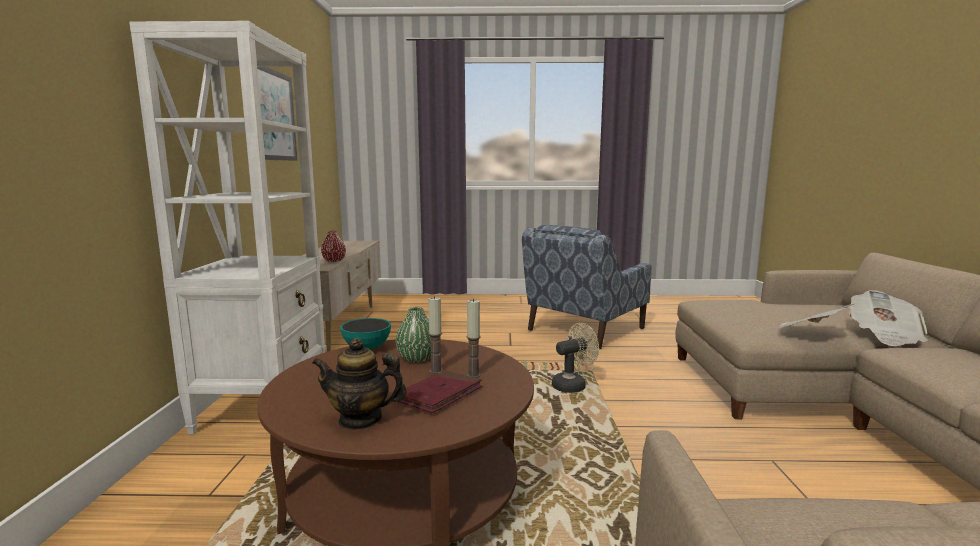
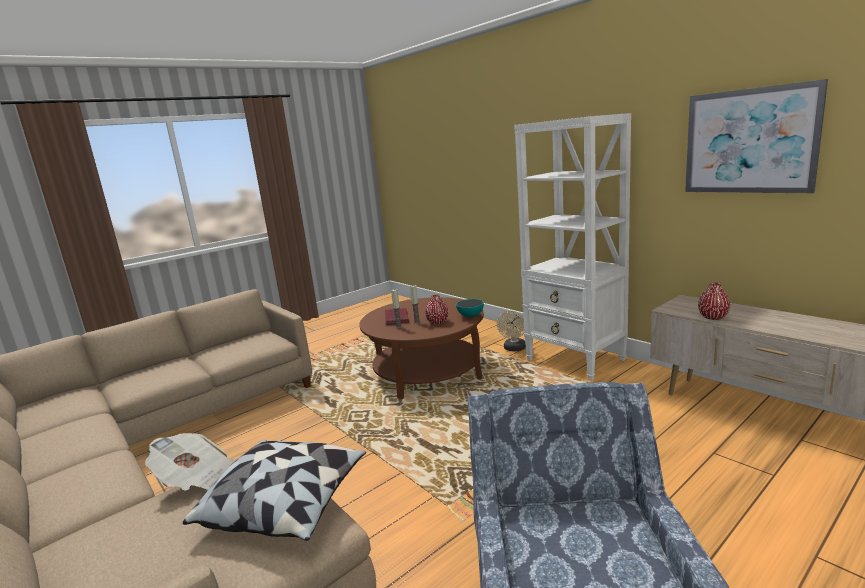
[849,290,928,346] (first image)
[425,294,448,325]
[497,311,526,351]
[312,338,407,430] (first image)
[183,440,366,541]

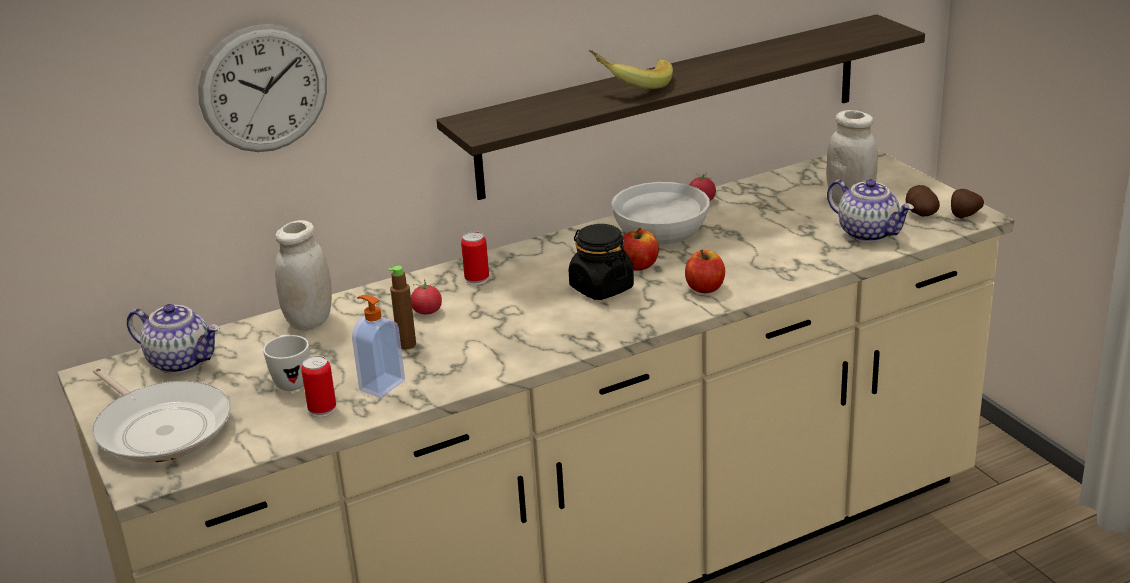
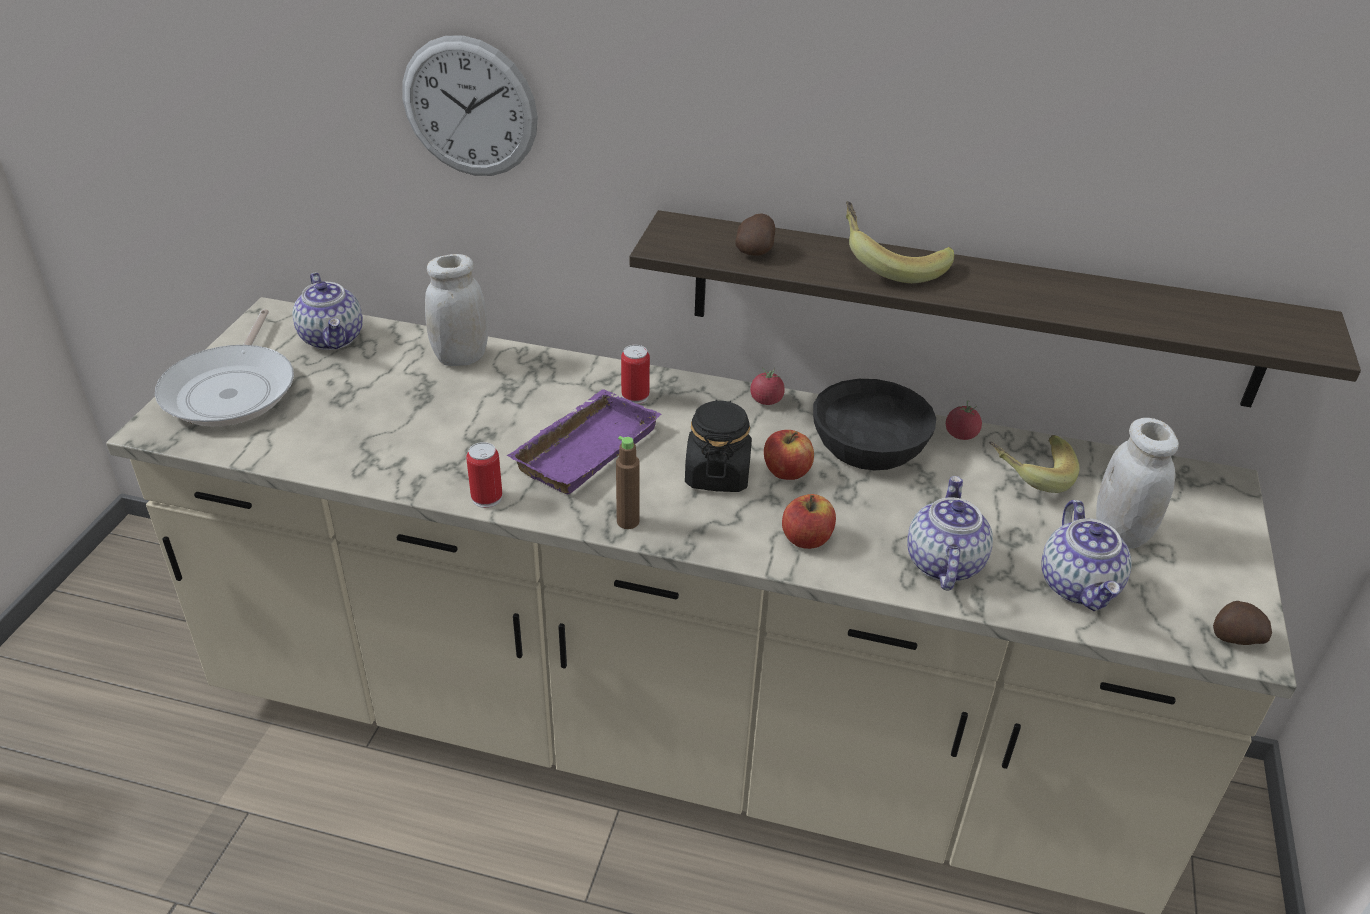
[813,379,936,470]
[735,213,775,256]
[616,436,640,529]
[750,367,785,405]
[352,295,405,398] (first image)
[263,335,310,391] (first image)
[466,442,502,508]
[506,389,661,495]
[989,435,1079,493]
[907,476,993,590]

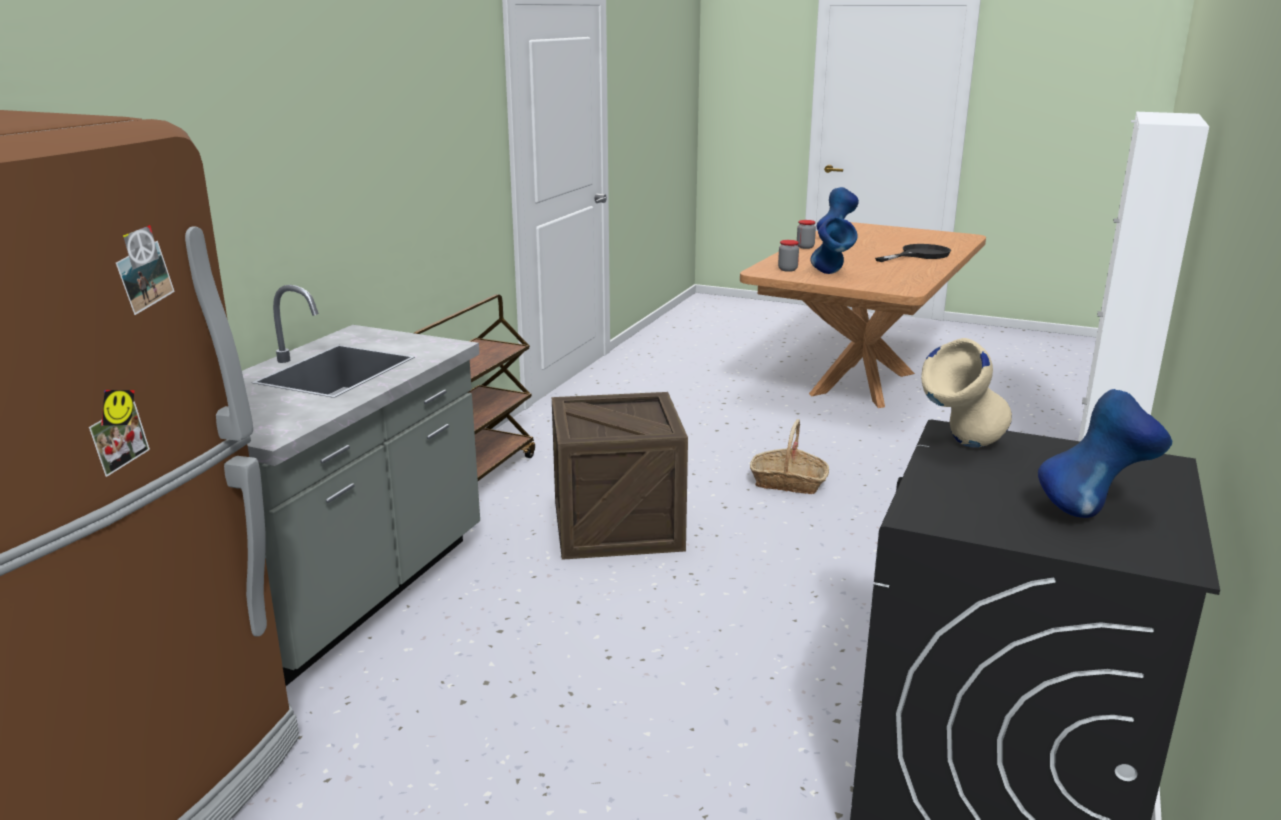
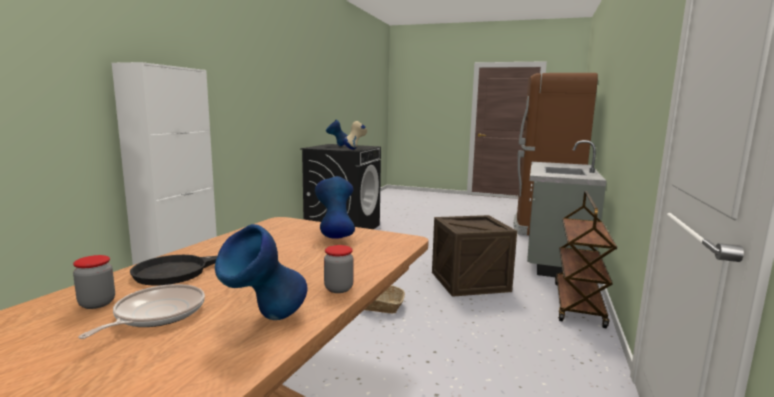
[73,255,115,309]
[78,284,205,339]

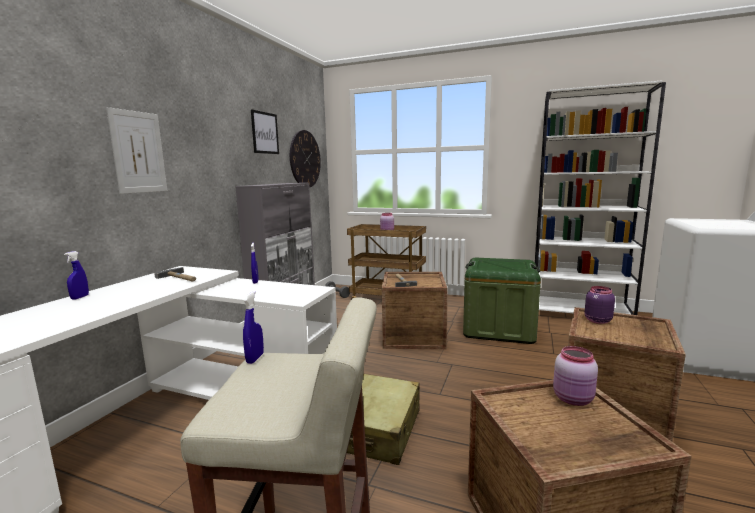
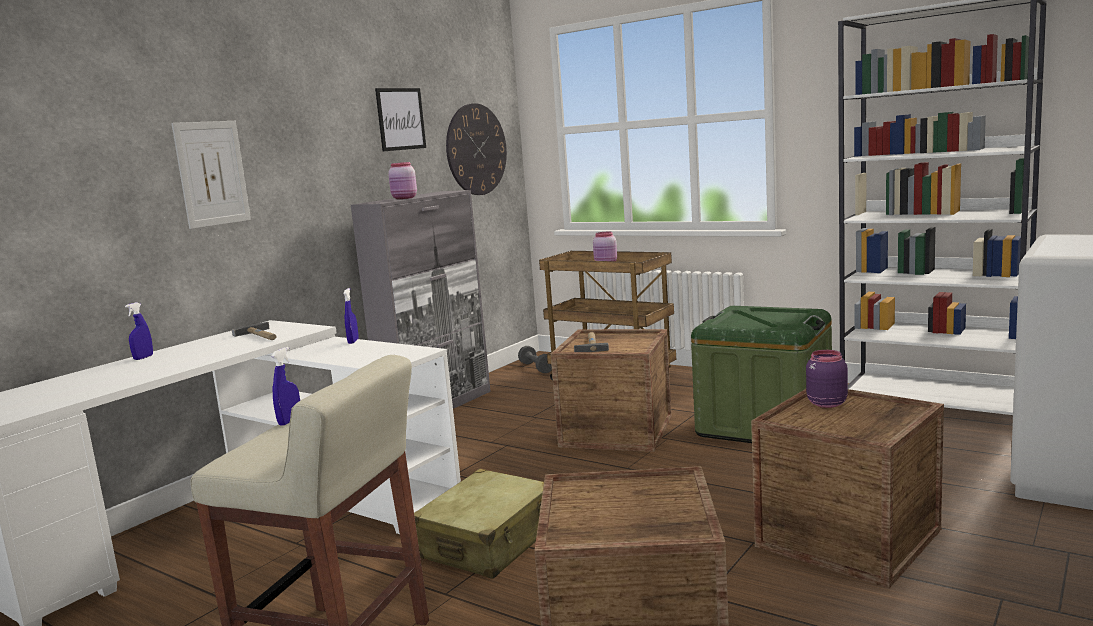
[388,162,417,199]

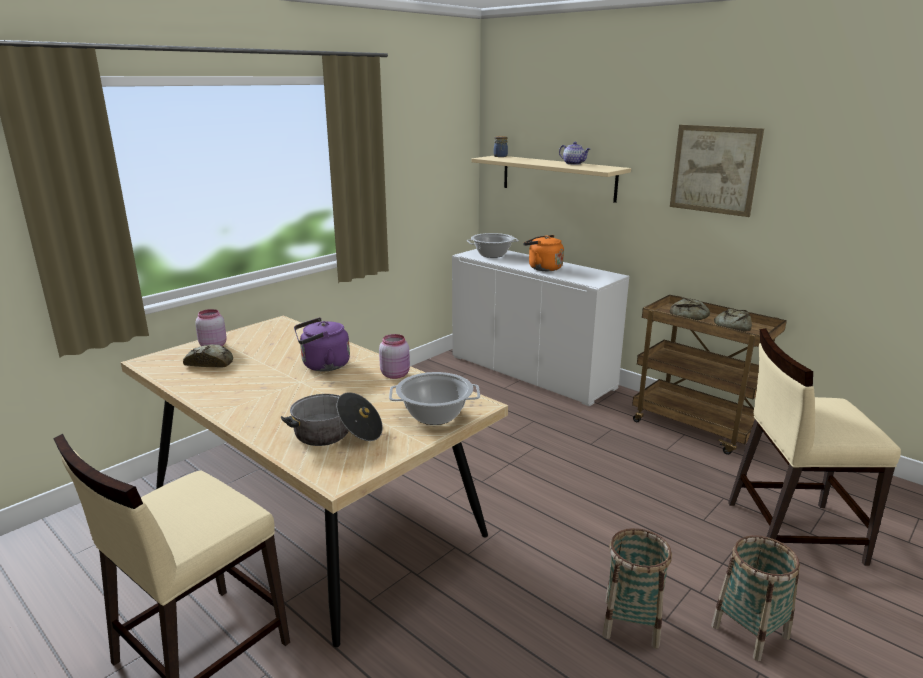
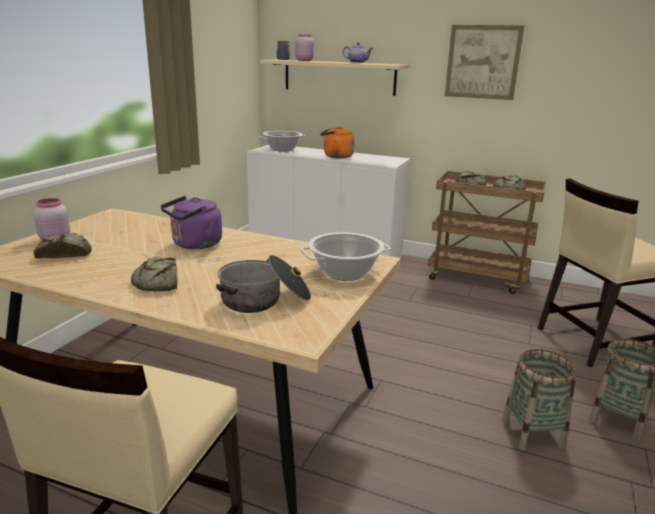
[295,34,314,61]
[131,257,177,292]

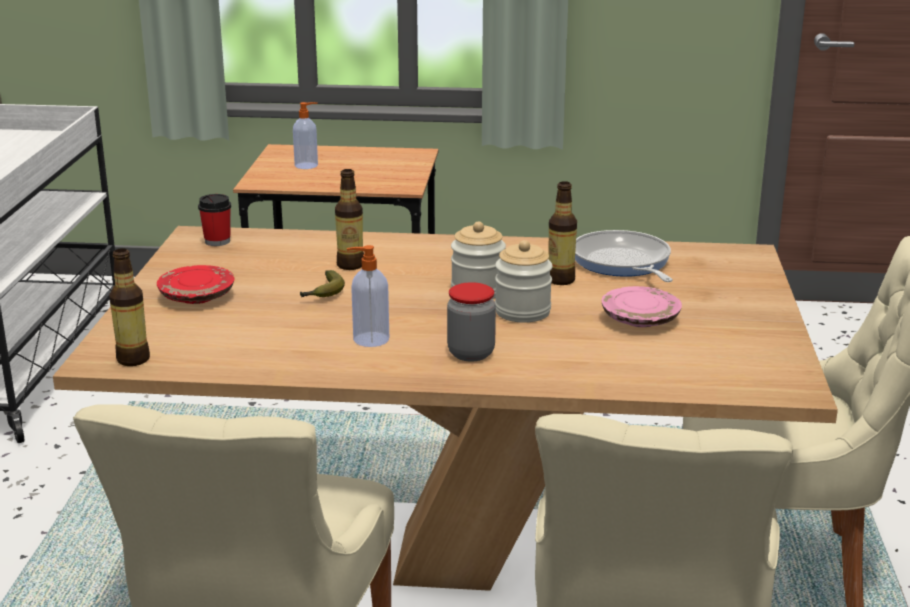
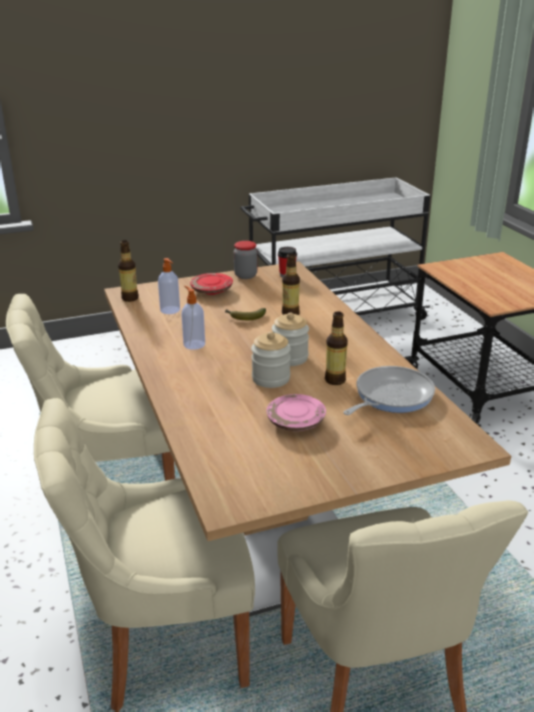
[158,258,180,314]
[234,241,257,279]

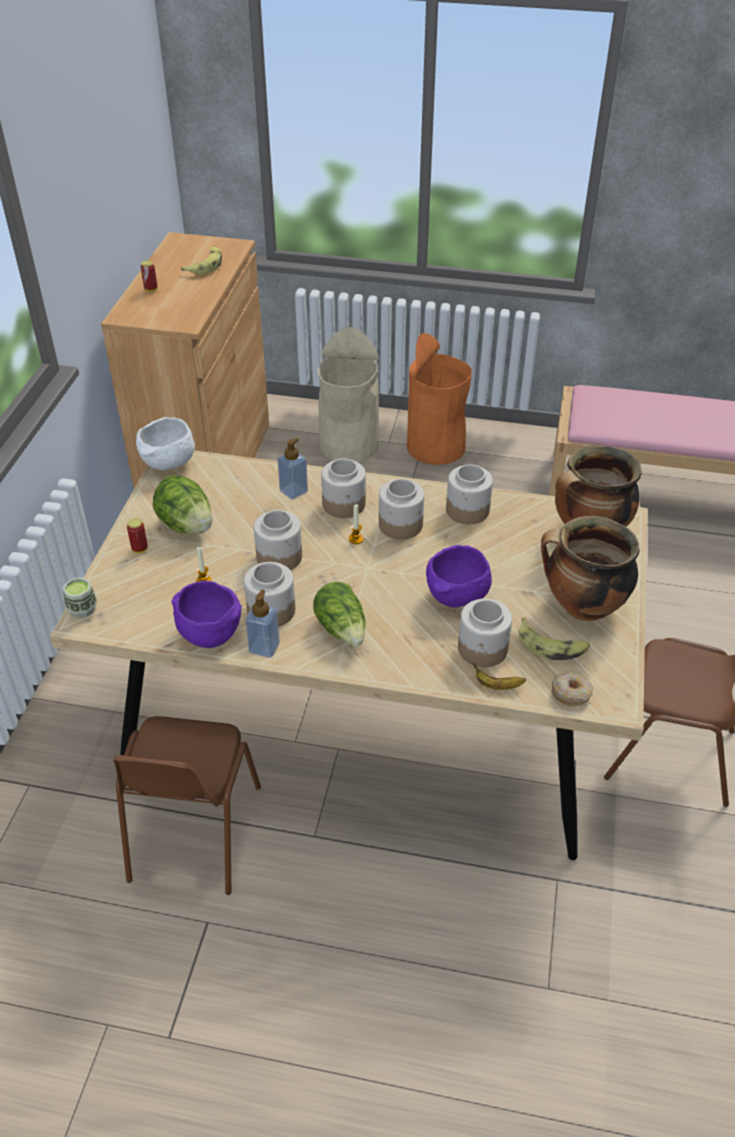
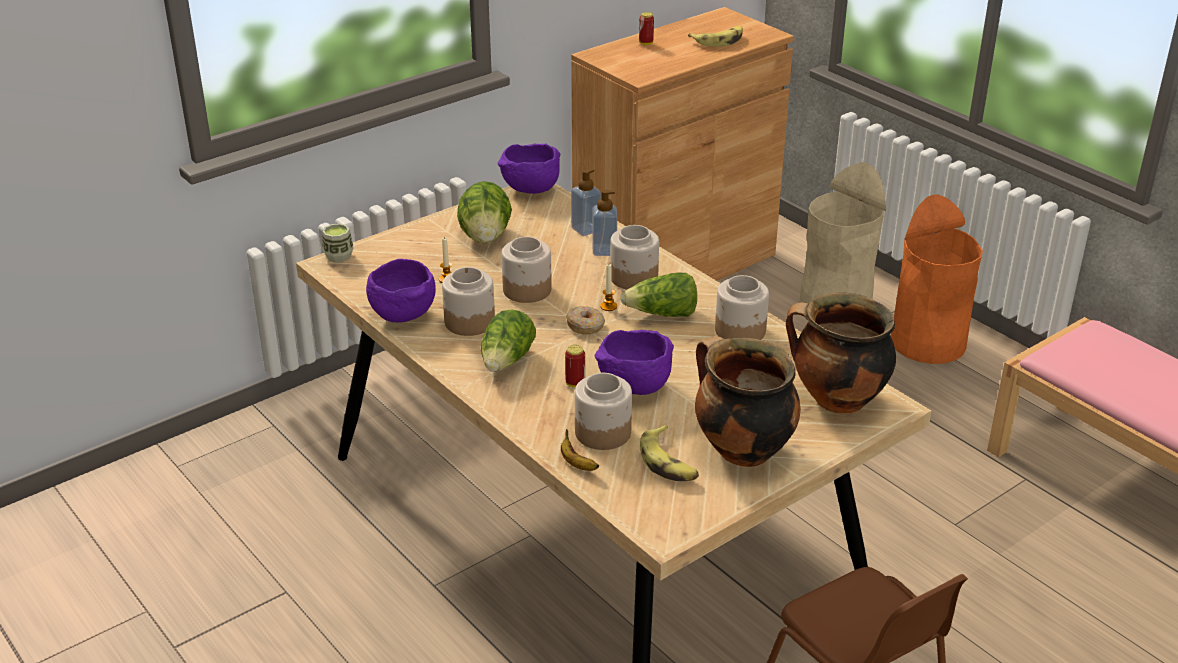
[498,143,560,194]
[620,272,697,317]
[565,345,585,388]
[571,168,601,236]
[566,306,605,334]
[113,716,261,895] (first image)

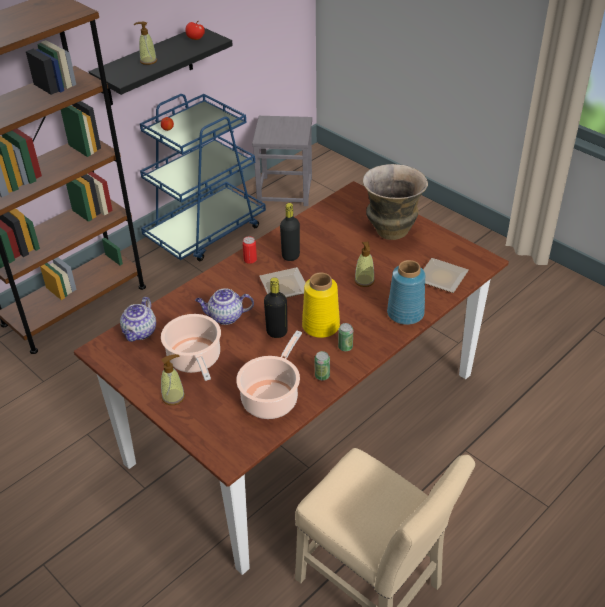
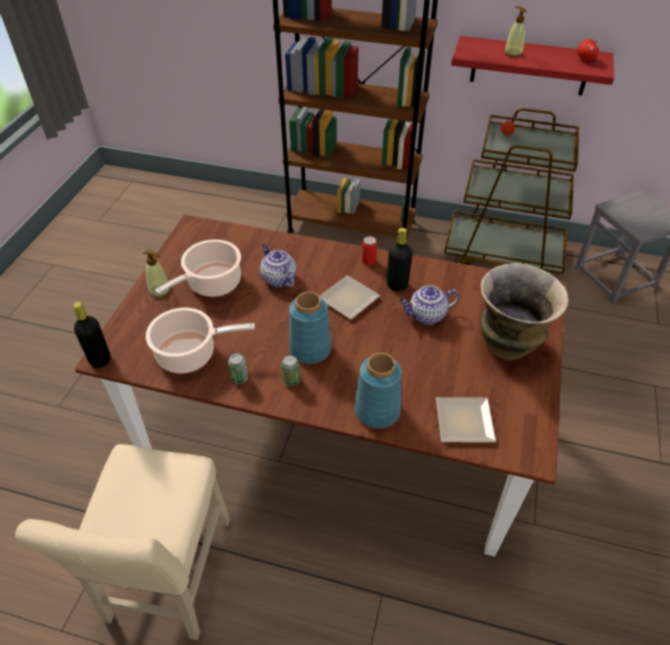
[451,36,614,95]
[444,108,579,274]
[354,241,375,287] (first image)
[289,292,331,364]
[73,302,111,368]
[399,285,459,325]

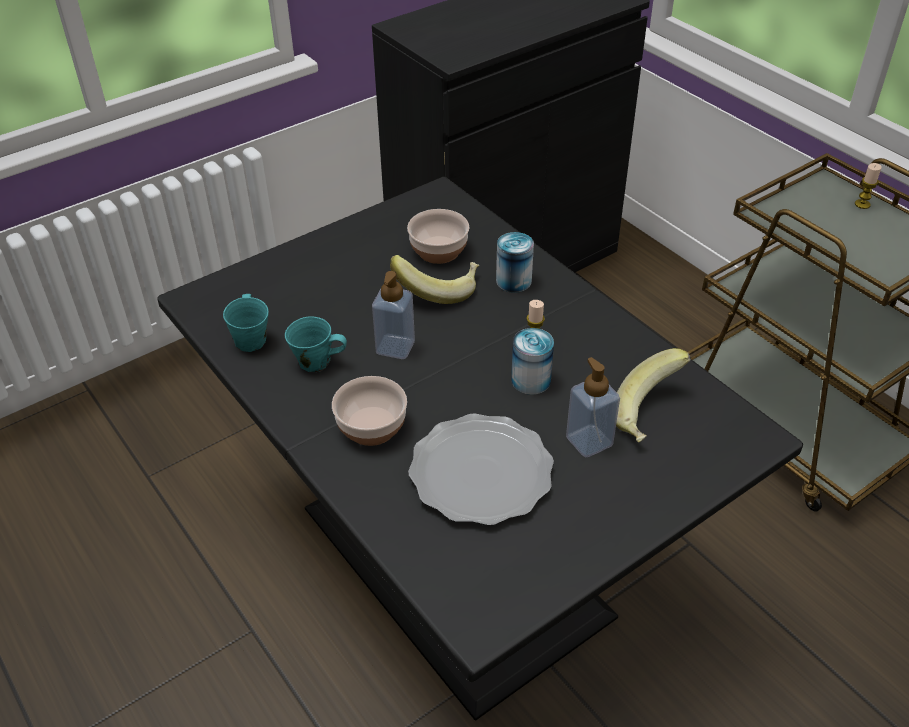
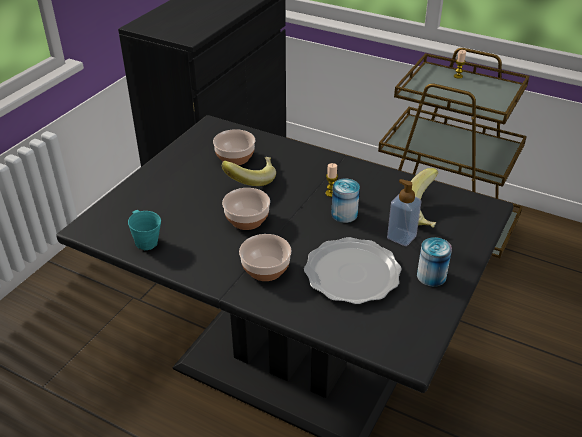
[417,237,452,287]
[222,188,270,230]
[285,316,347,372] (first image)

